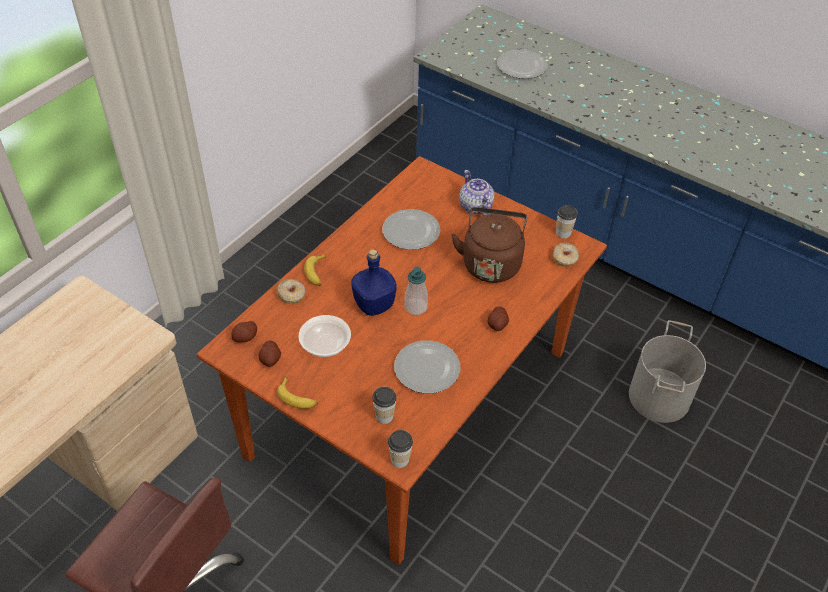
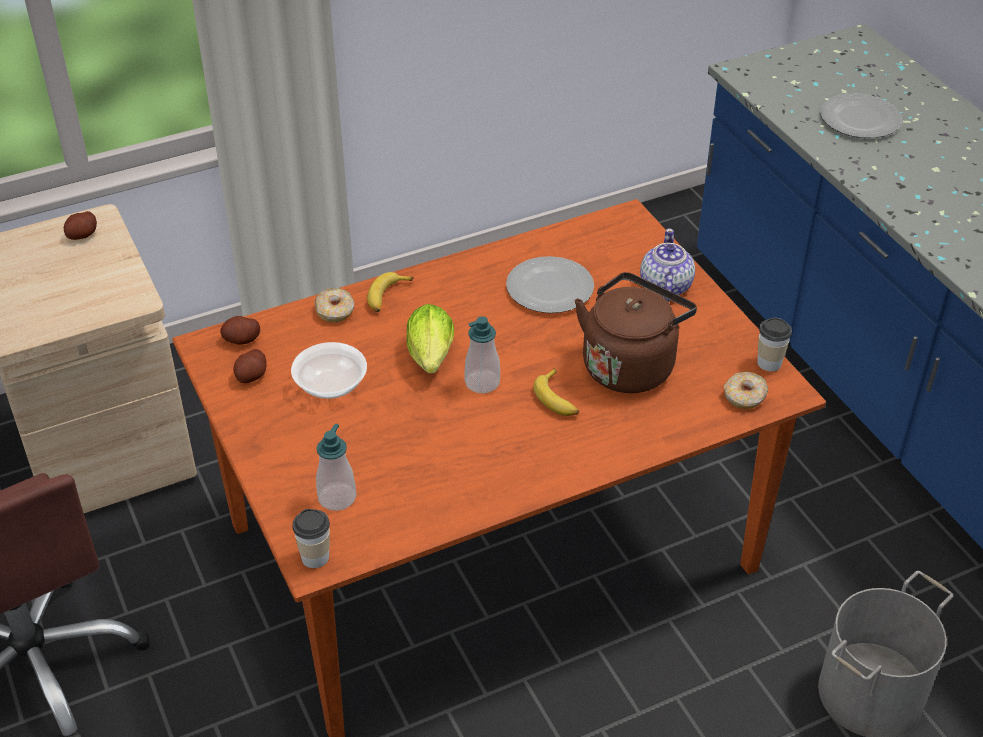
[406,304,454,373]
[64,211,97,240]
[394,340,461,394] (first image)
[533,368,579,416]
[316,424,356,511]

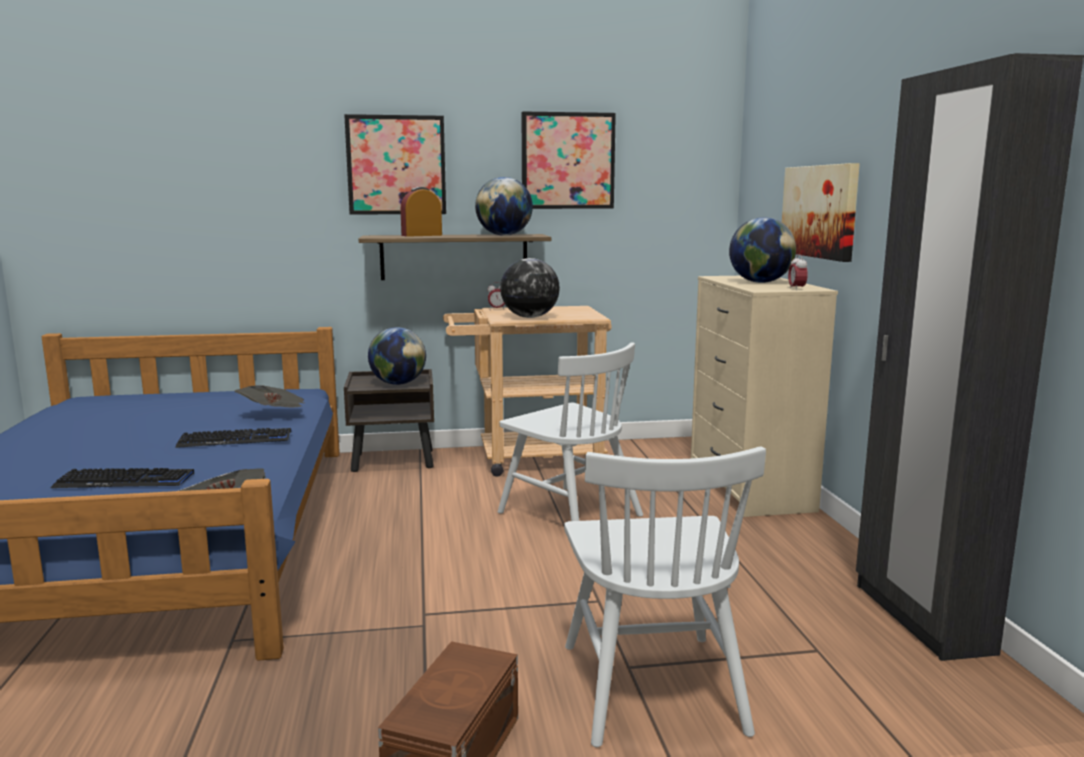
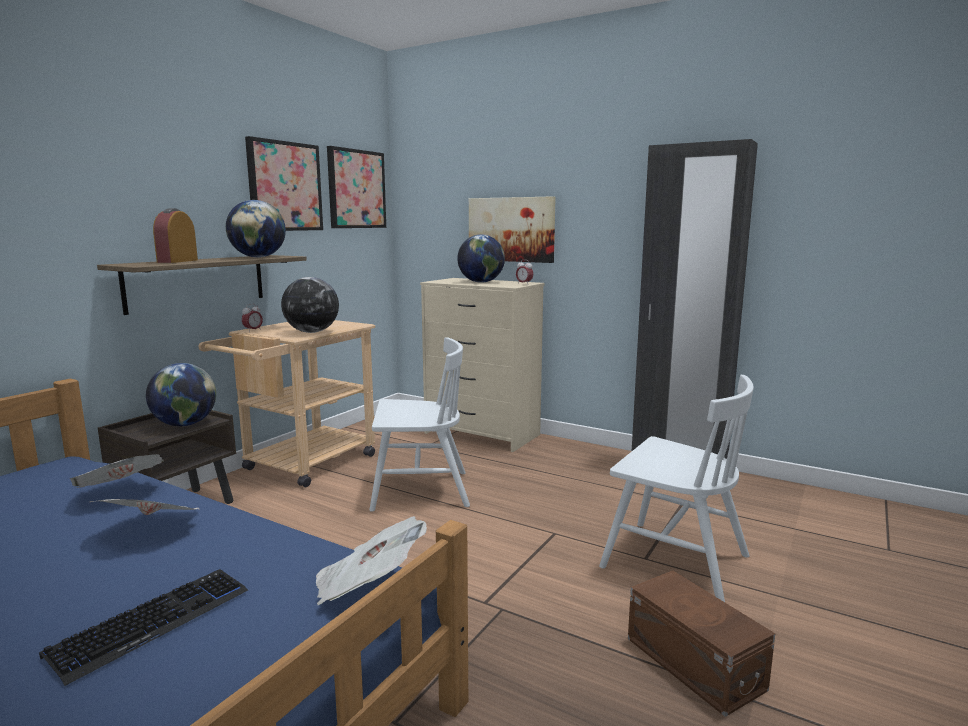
[327,146,386,228]
[90,499,199,515]

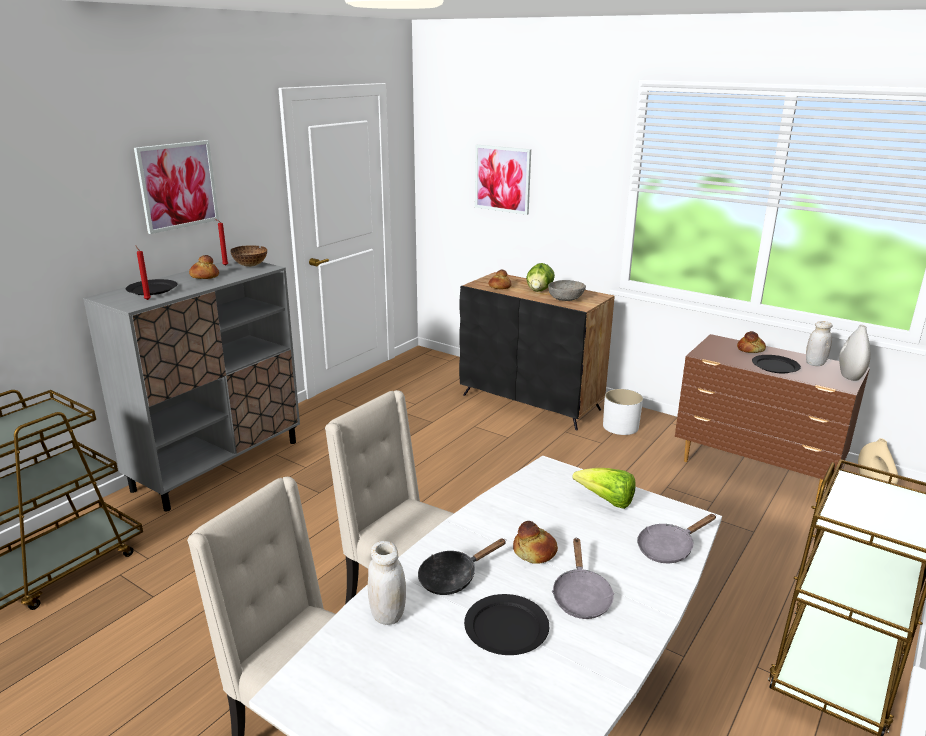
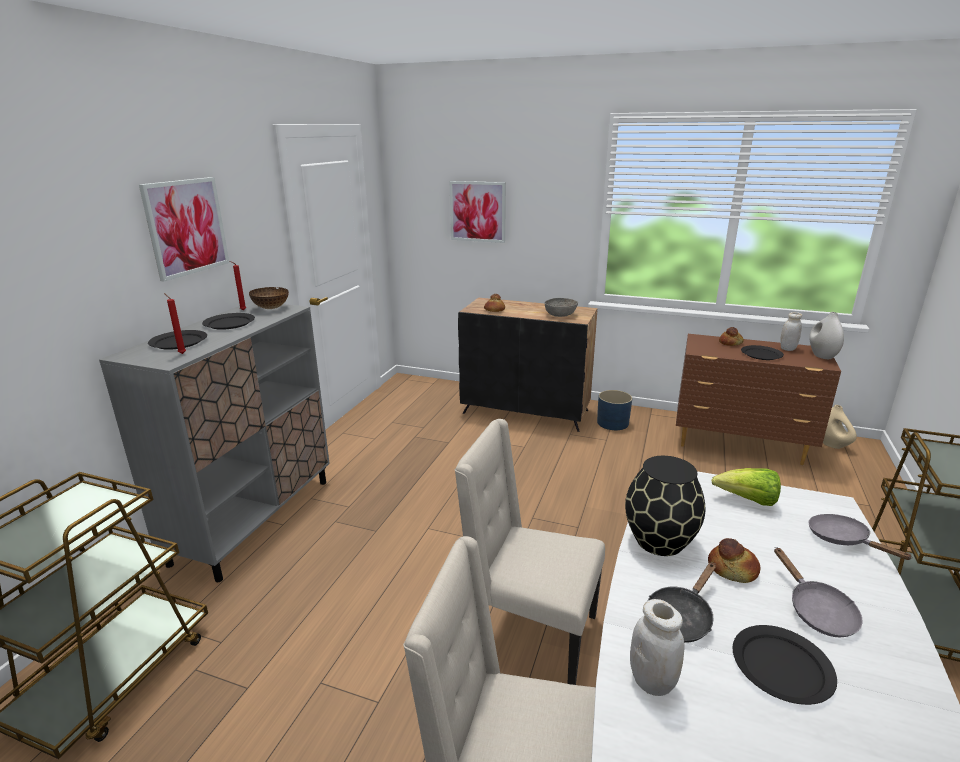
[202,313,255,330]
[526,263,555,292] (first image)
[597,390,632,430]
[808,514,913,560]
[625,456,705,556]

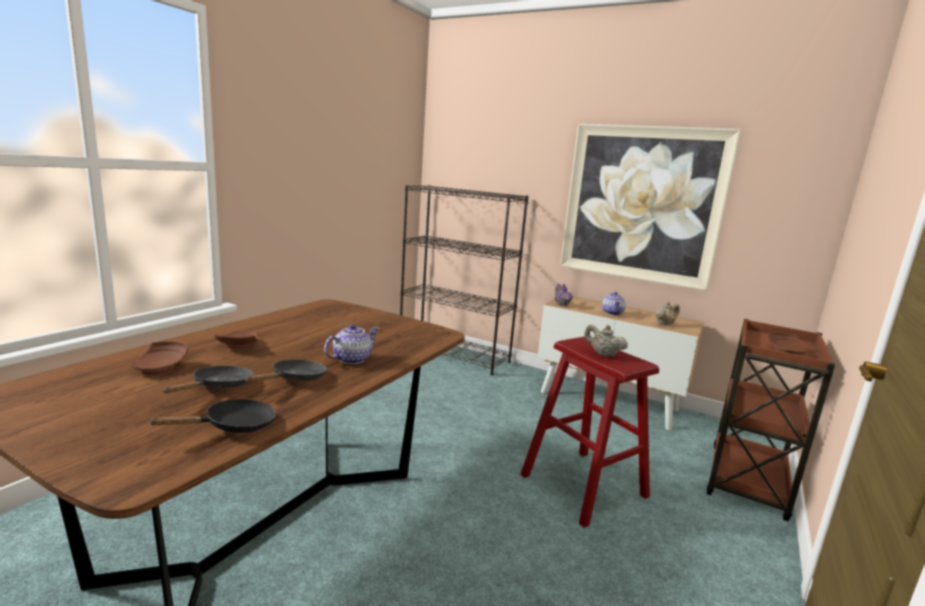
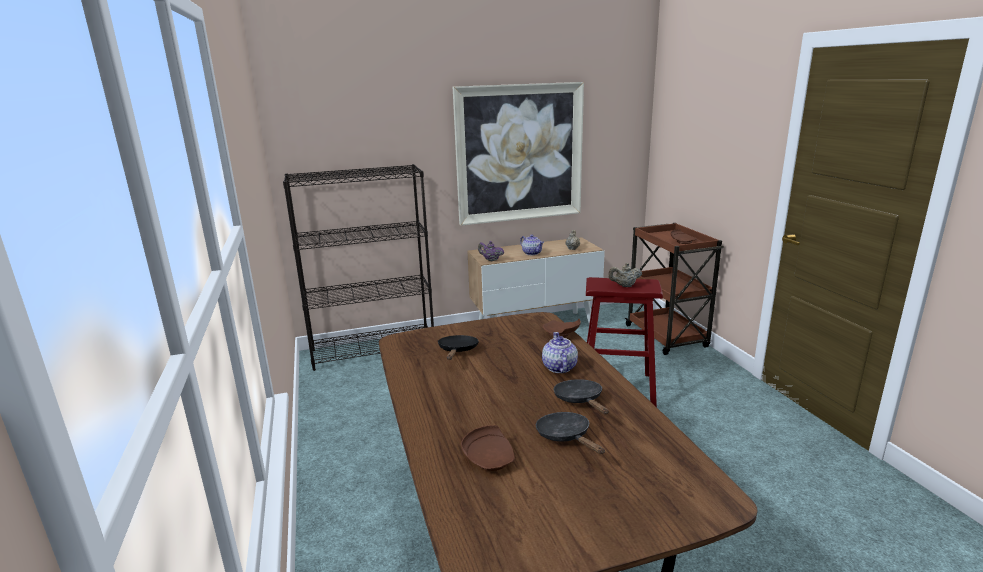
[543,319,581,337]
[438,335,479,360]

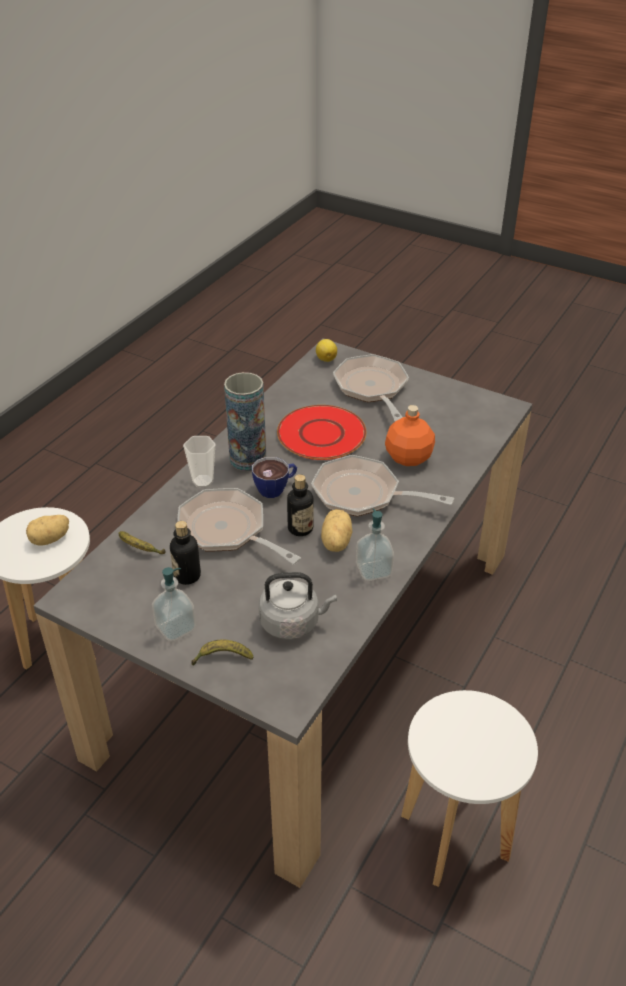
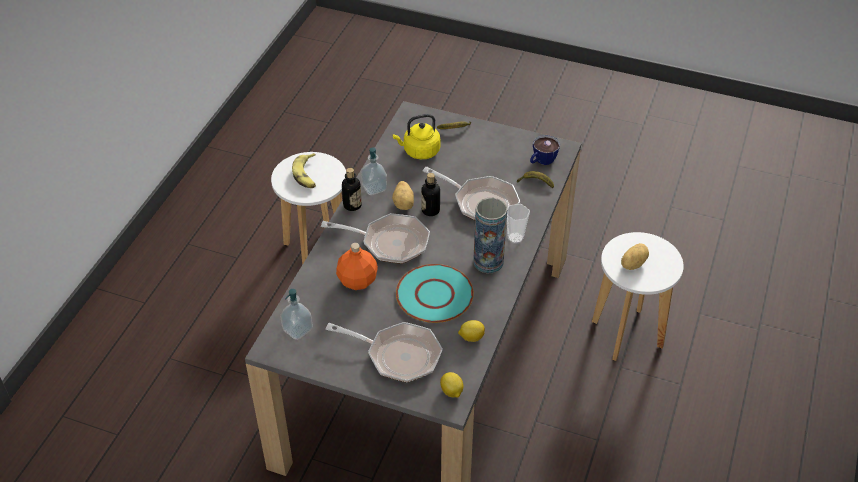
[325,322,443,383]
[396,264,474,323]
[530,135,560,165]
[342,168,362,211]
[280,289,313,340]
[393,114,440,159]
[292,153,316,188]
[458,320,485,342]

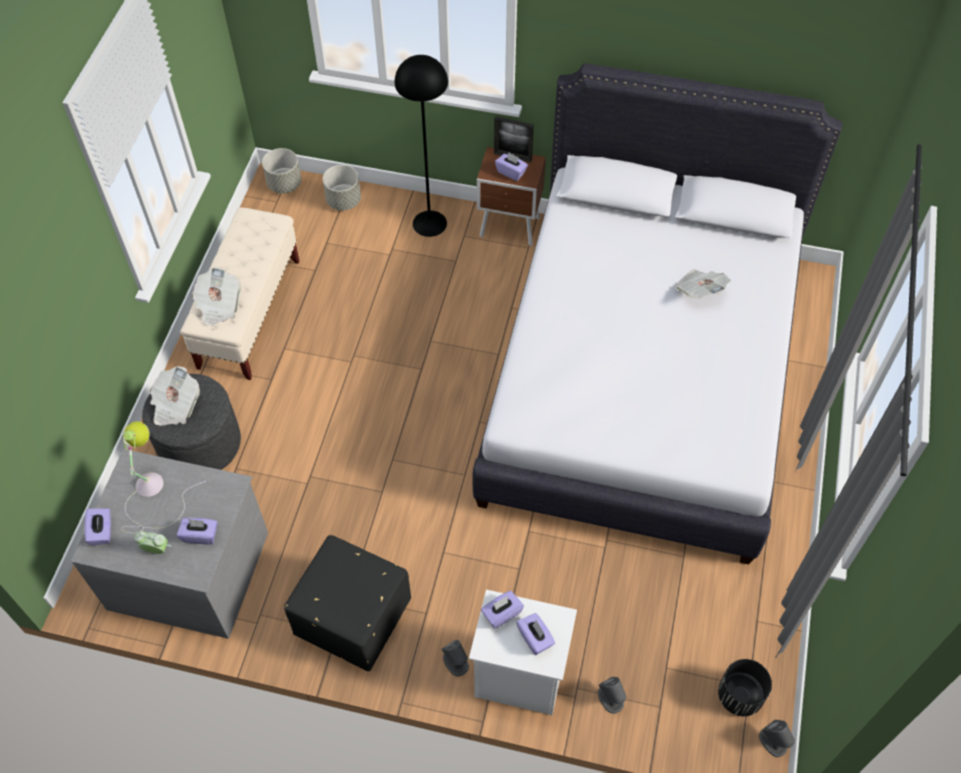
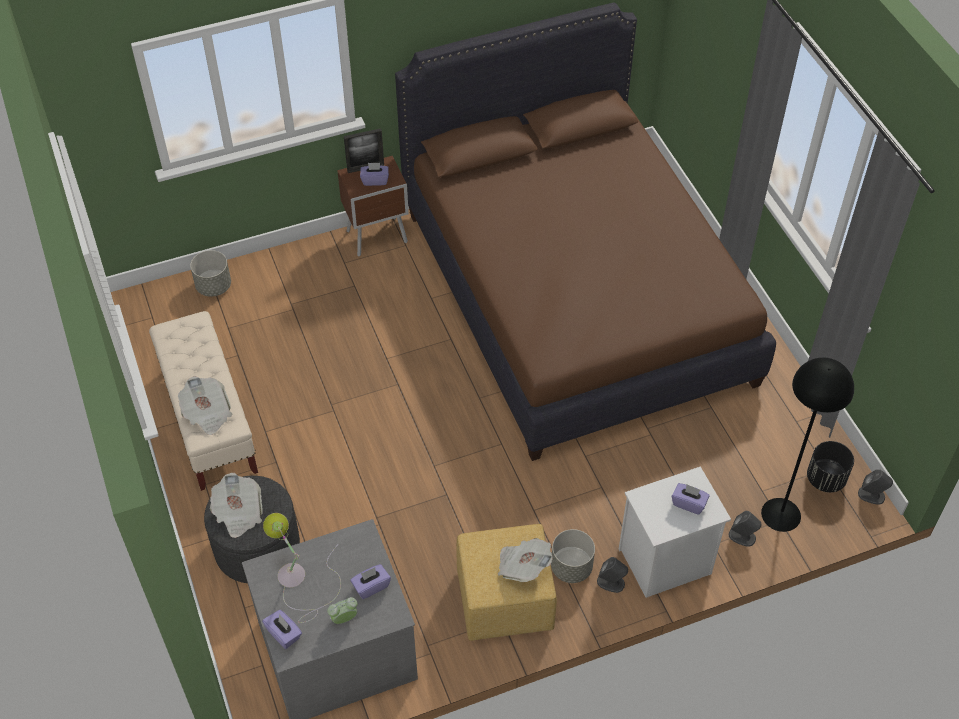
[761,358,854,532]
[395,2,776,461]
[551,529,595,583]
[498,538,553,582]
[456,524,557,641]
[481,591,524,629] (first image)

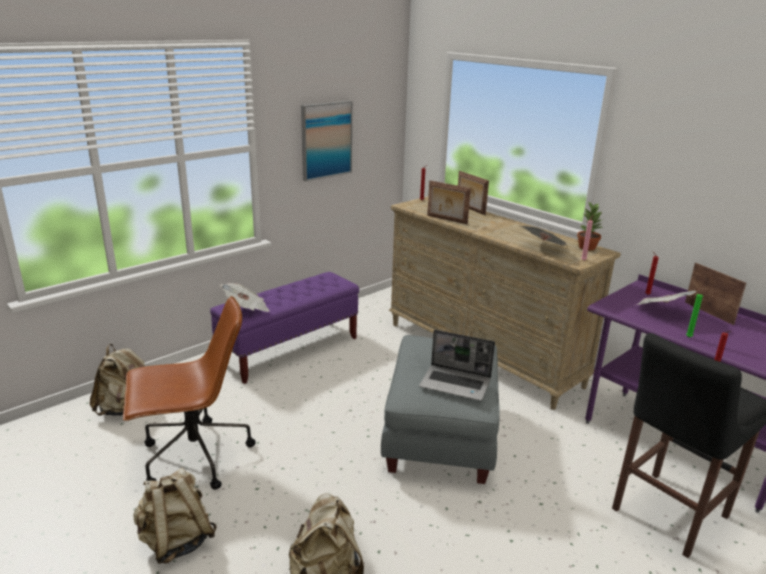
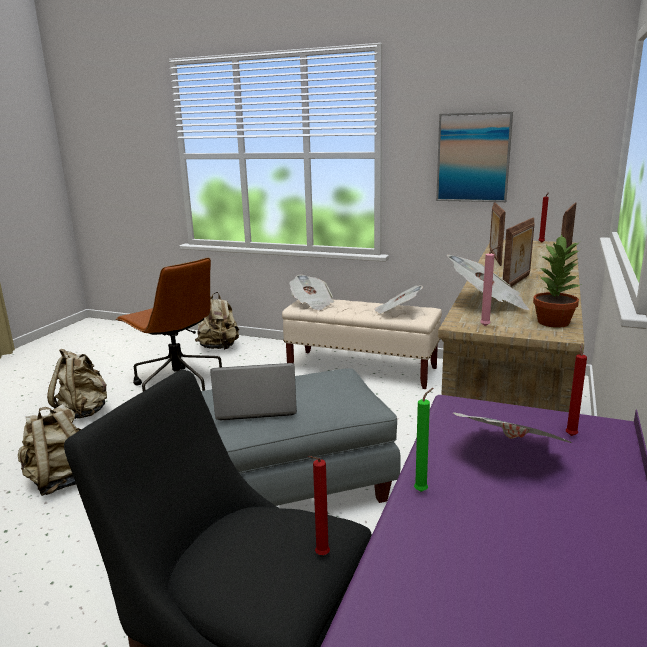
[503,218,534,287]
[282,299,442,389]
[210,363,297,420]
[375,285,423,314]

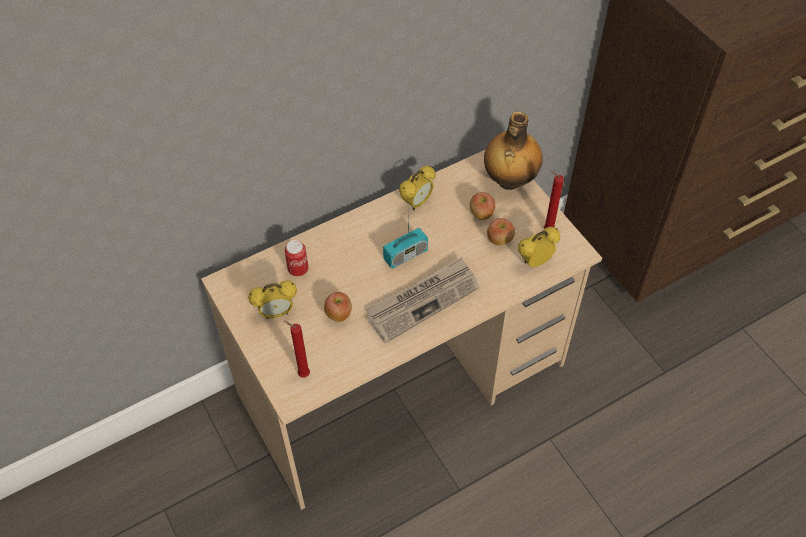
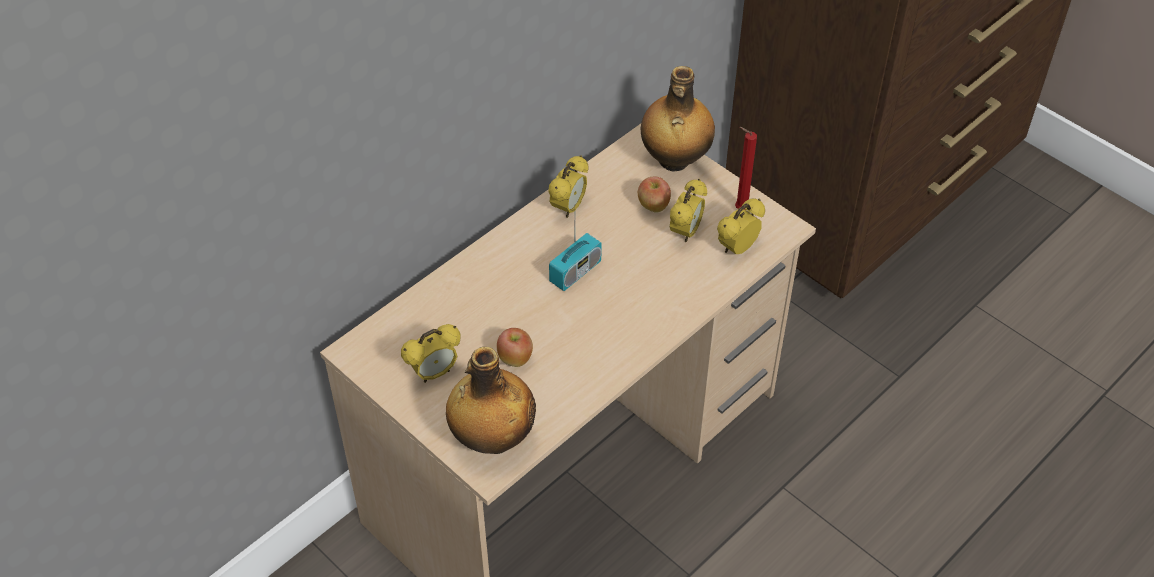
[670,179,707,242]
[285,240,308,277] (first image)
[366,257,479,344] (first image)
[446,347,536,454]

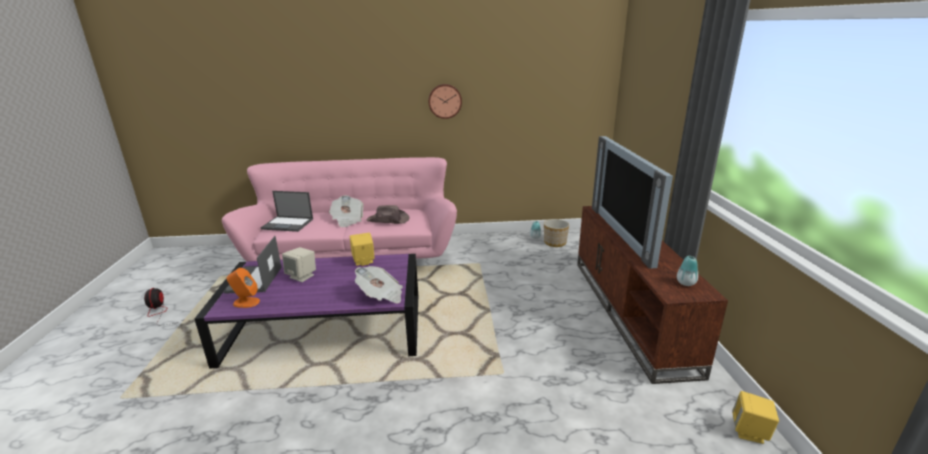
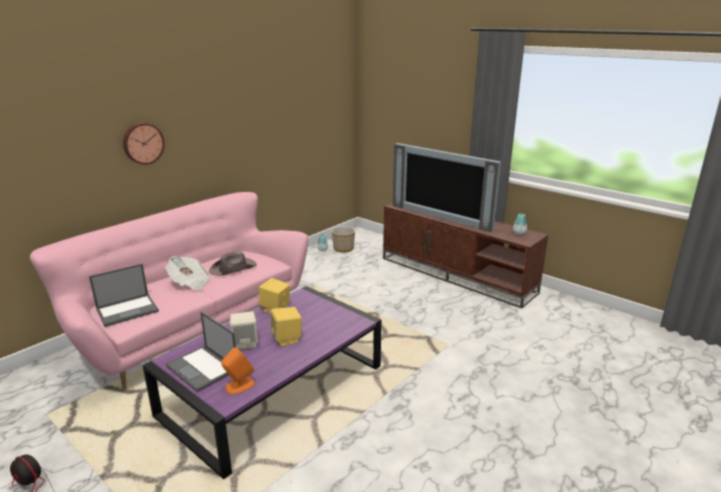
[123,123,165,165]
[355,266,403,303] (first image)
[271,307,302,346]

